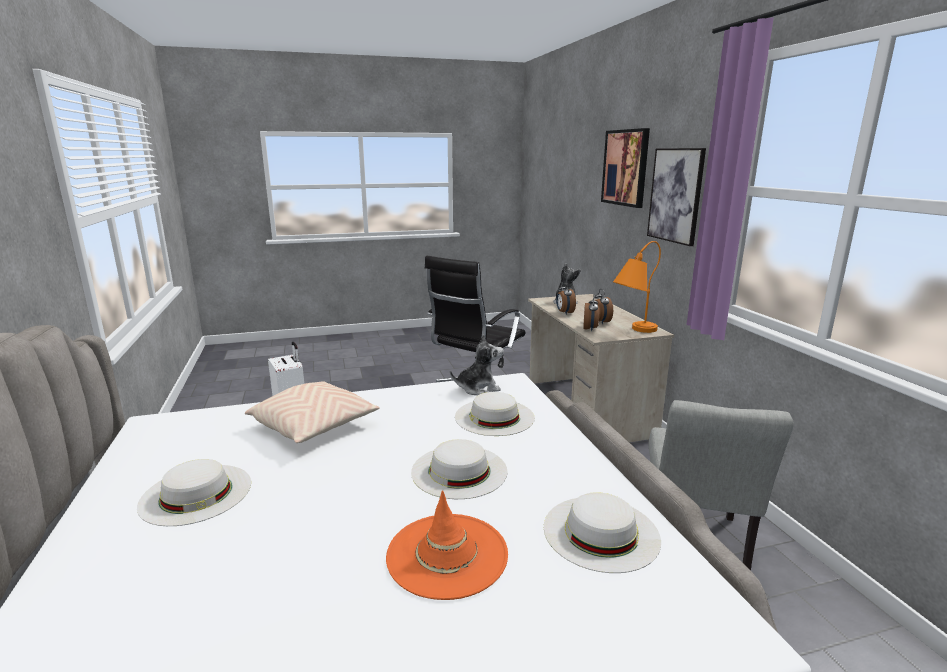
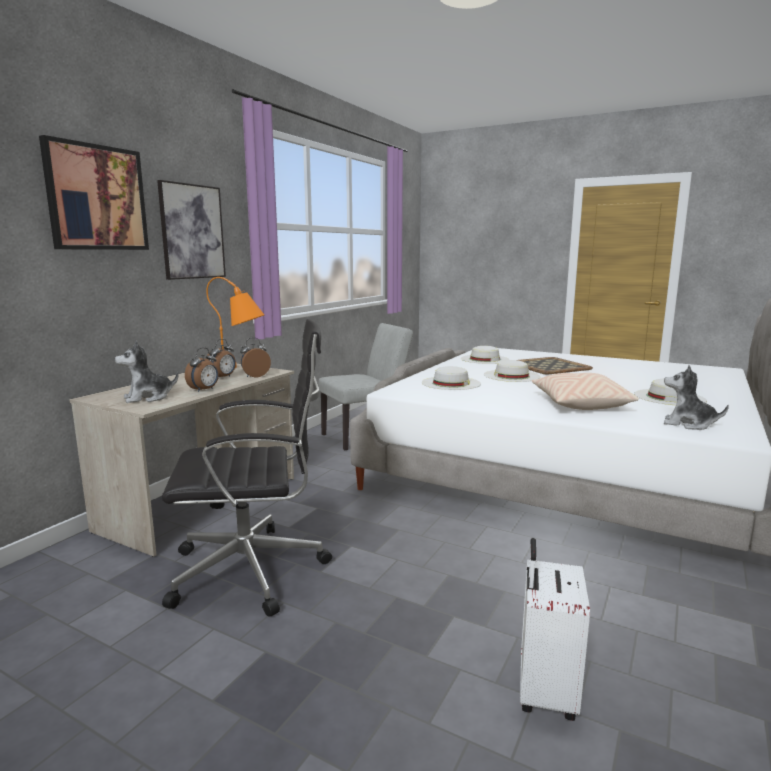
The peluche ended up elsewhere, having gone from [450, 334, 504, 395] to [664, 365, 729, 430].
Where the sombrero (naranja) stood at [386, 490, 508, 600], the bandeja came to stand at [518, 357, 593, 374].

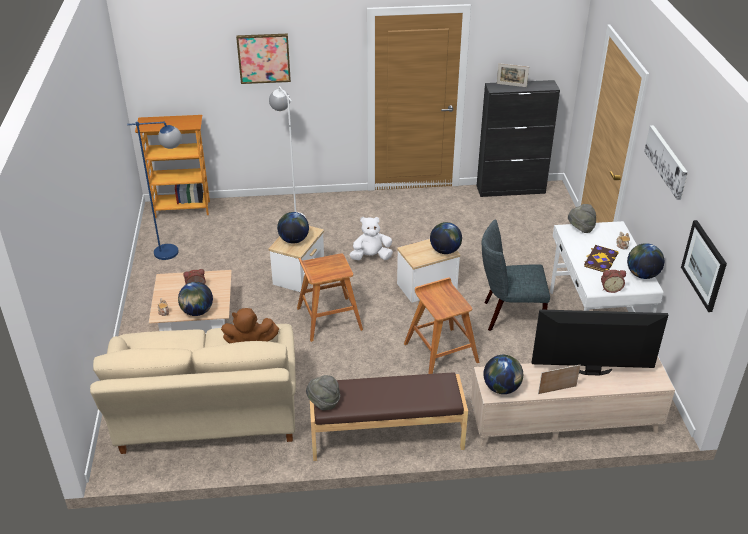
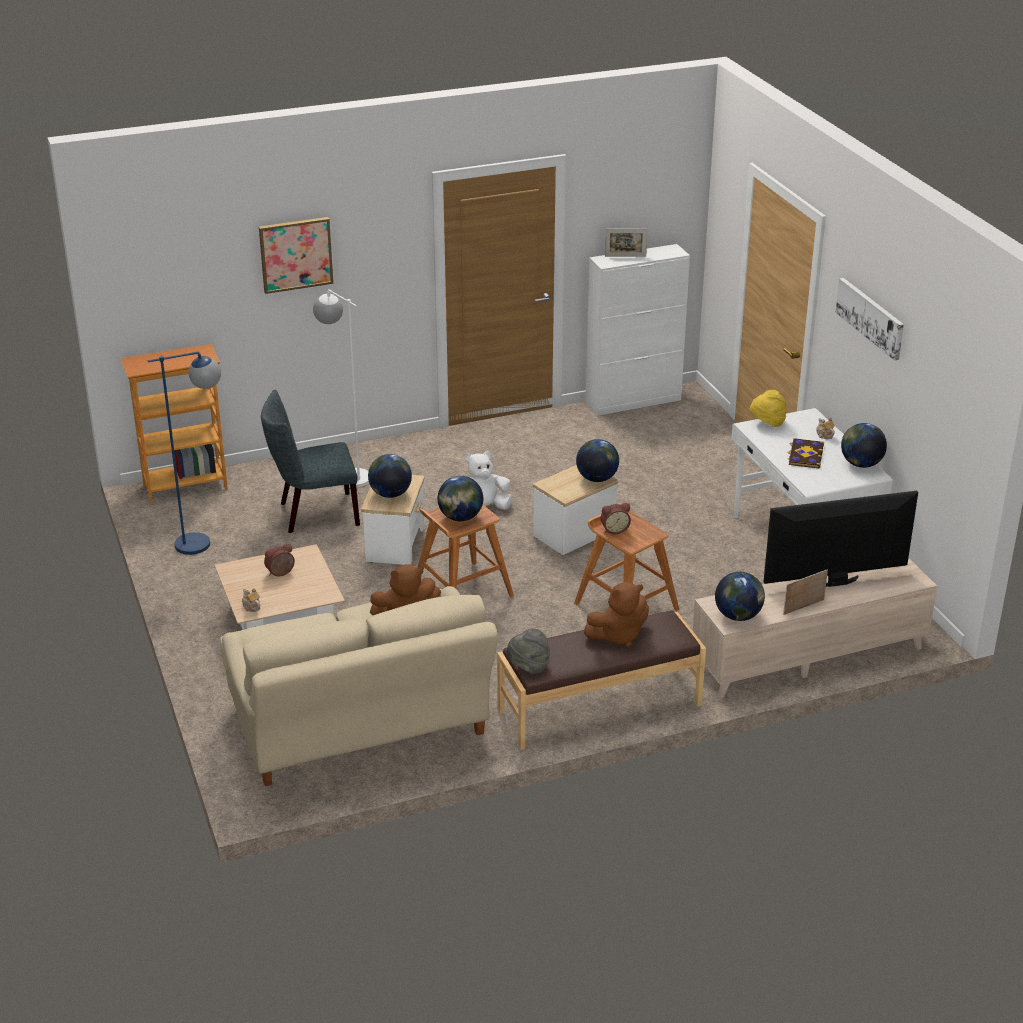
What was the armario (negro) at [477, 80, 560, 197] turned into the armario (blanco) at [585, 244, 690, 416].
What was the sombrero (gris) at [568, 204, 596, 233] turned into the sombrero (amarillo) at [750, 390, 786, 427].
The silla (gris) ended up elsewhere, having gone from [482, 220, 550, 331] to [261, 390, 360, 533].
The second view lost the cuadro at [681, 220, 727, 312].
The despertador ended up elsewhere, having gone from [601, 270, 626, 293] to [601, 503, 631, 534].
The globo terráqueo ended up elsewhere, having gone from [178, 282, 213, 316] to [438, 476, 483, 521].
The second view gained the peluche (marrón) at [584, 582, 649, 647].

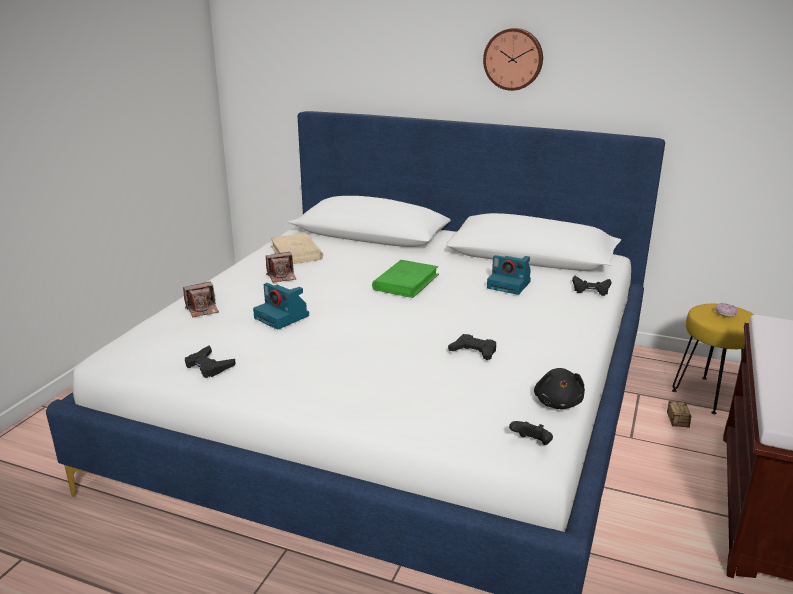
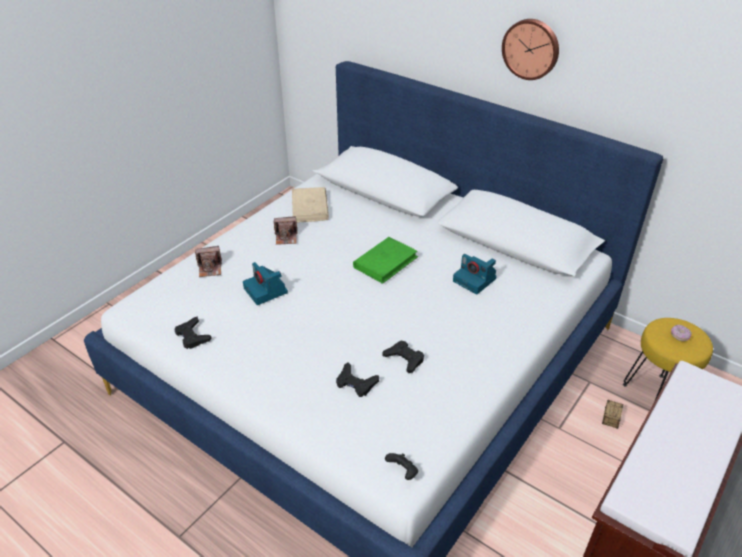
The mando de consola (negro) ended up elsewhere, having gone from [572, 276, 612, 296] to [336, 363, 379, 397].
The second view lost the peluche (negro) at [534, 368, 585, 409].

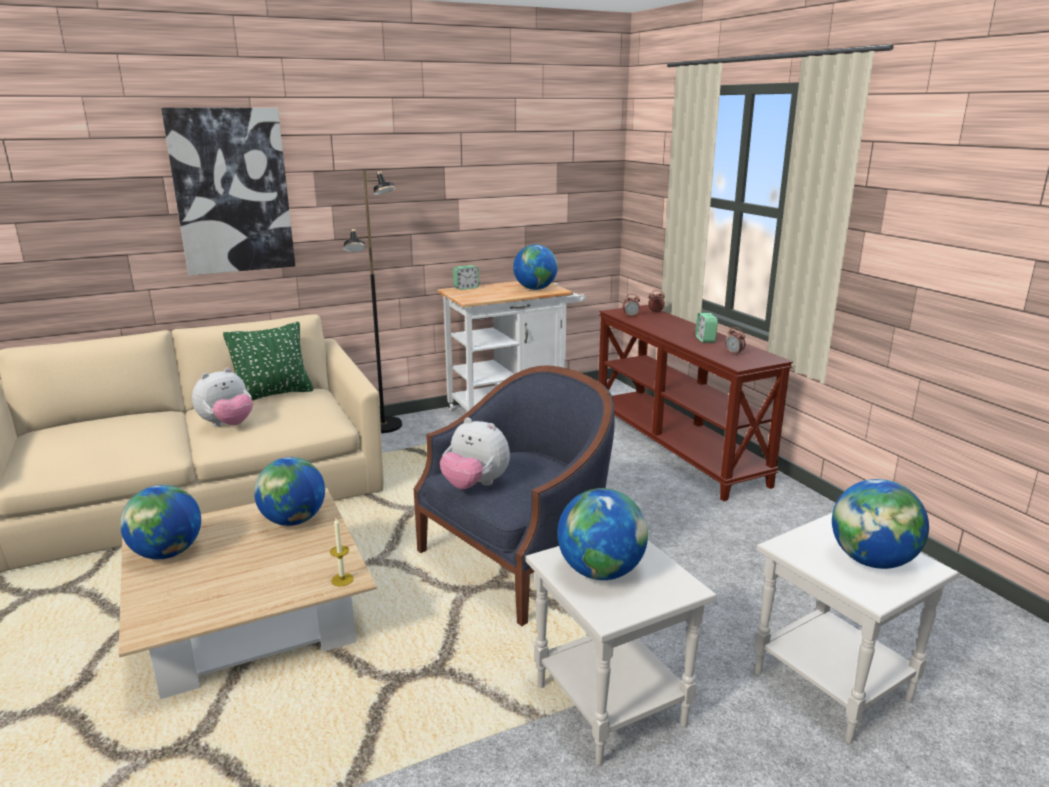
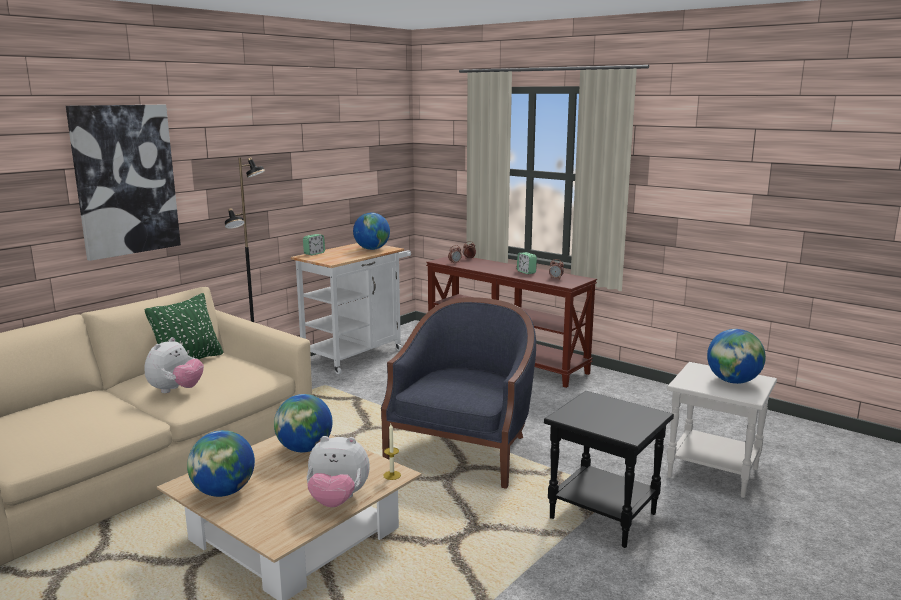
The peluche ended up elsewhere, having gone from [440, 417, 510, 489] to [307, 436, 370, 507].
The second view lost the globo terráqueo at [557, 488, 648, 580].
What was the mesa auxiliar (blanco) at [525, 541, 717, 766] turned into the mesa auxiliar (negro) at [544, 391, 674, 548].

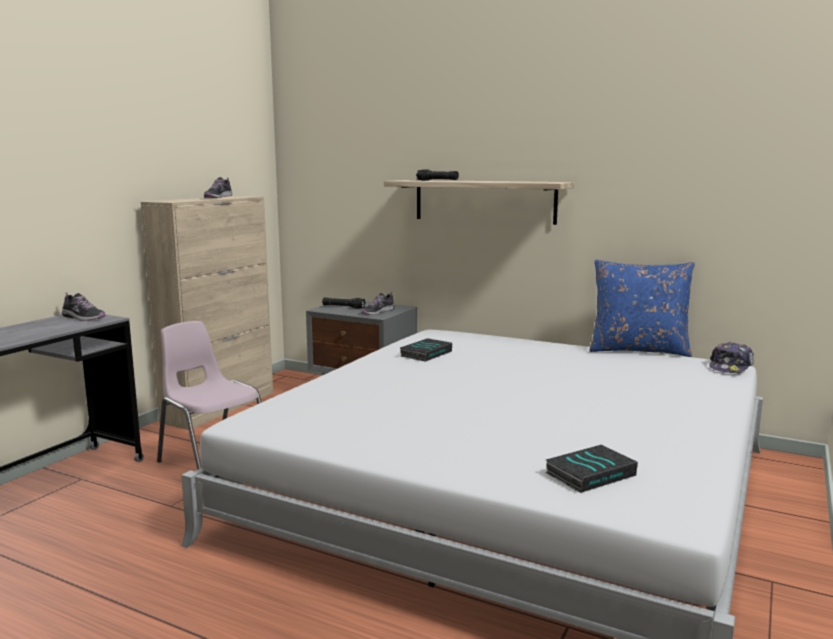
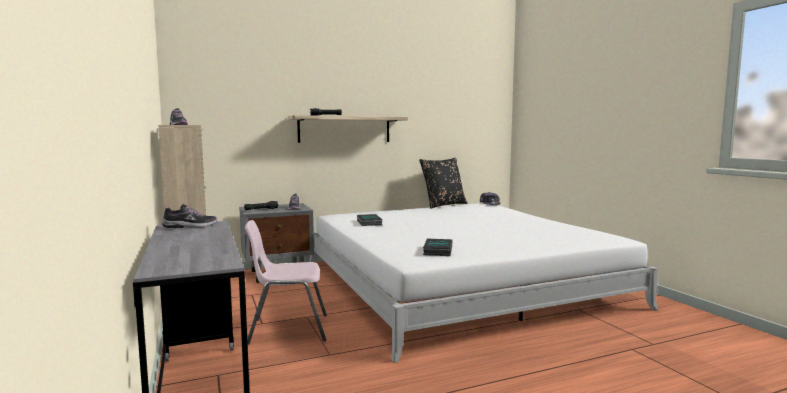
What was the cojín (azul) at [589, 260, 695, 357] turned into the cojín (negro) at [419, 157, 467, 209].
The libro ended up elsewhere, having gone from [545, 444, 638, 493] to [423, 239, 453, 256].

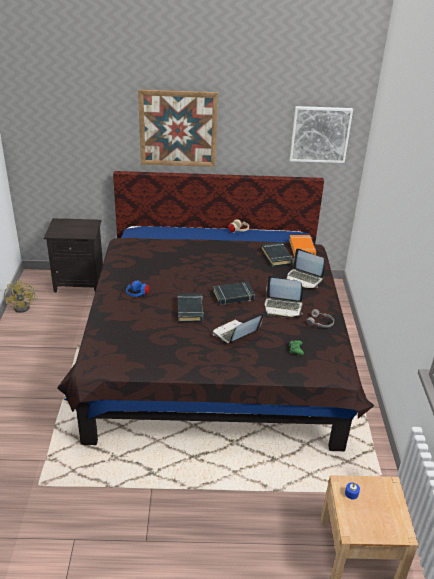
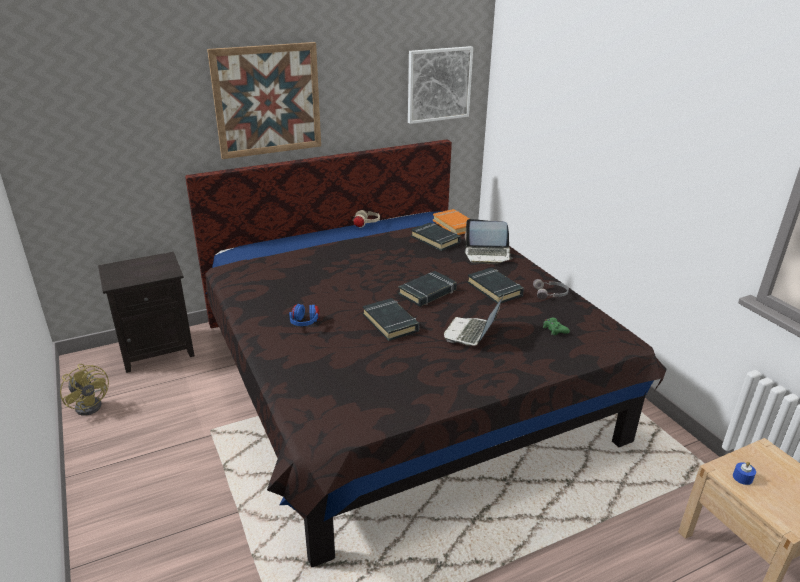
Where the portátil stood at [264, 276, 303, 318], the libro (negro) came to stand at [467, 268, 524, 304].

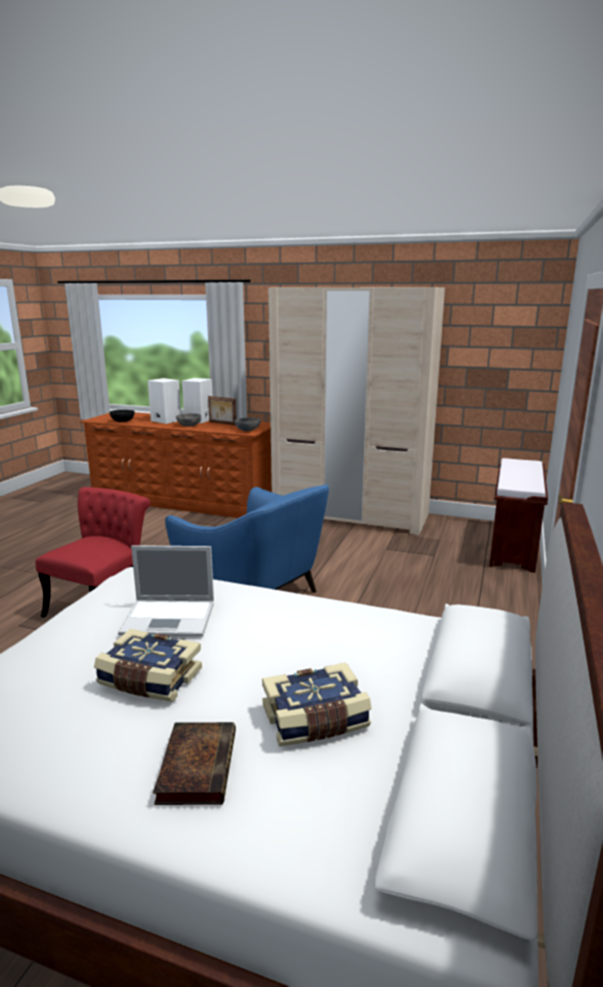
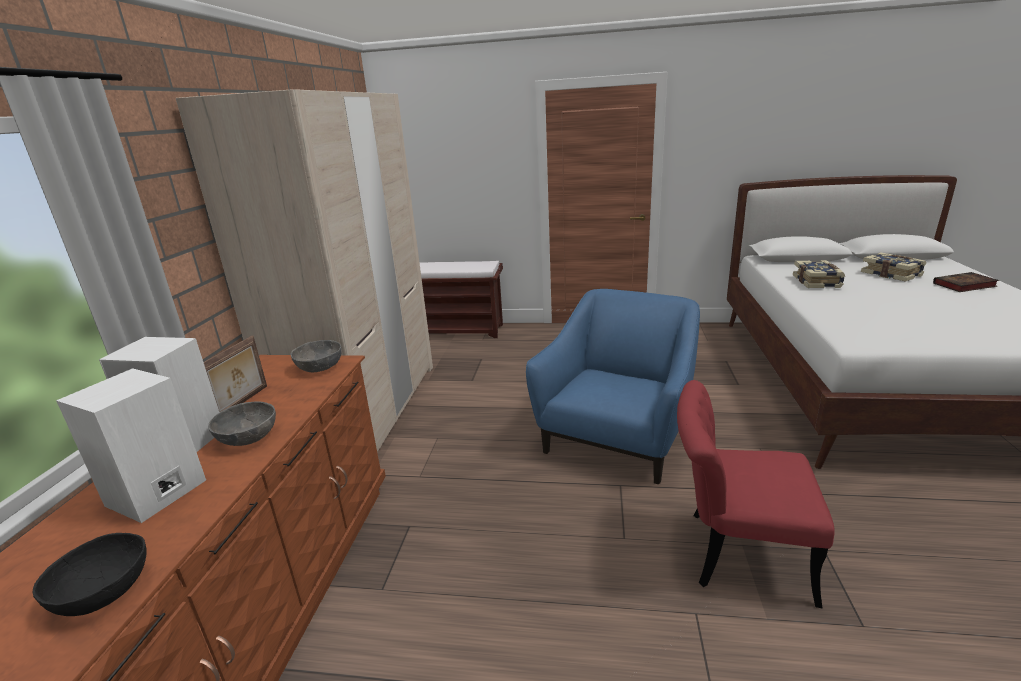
The second view lost the portátil at [118, 545, 214, 636].
The libro ended up elsewhere, having gone from [94, 629, 202, 702] to [793, 260, 845, 288].

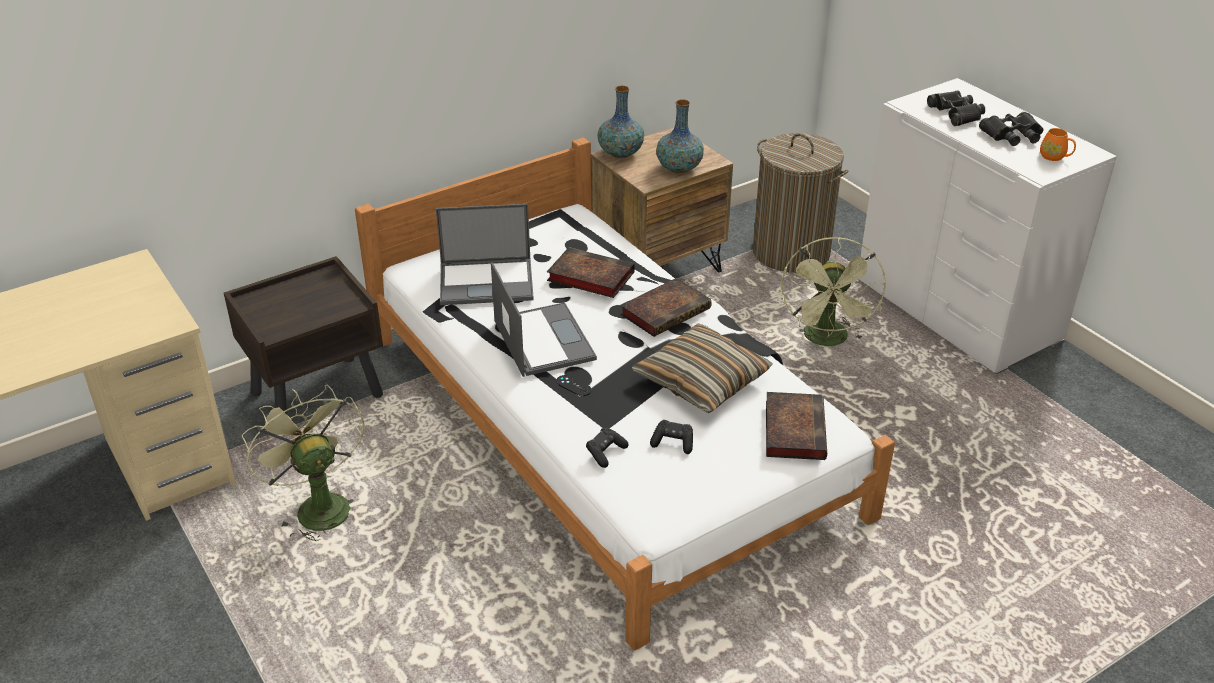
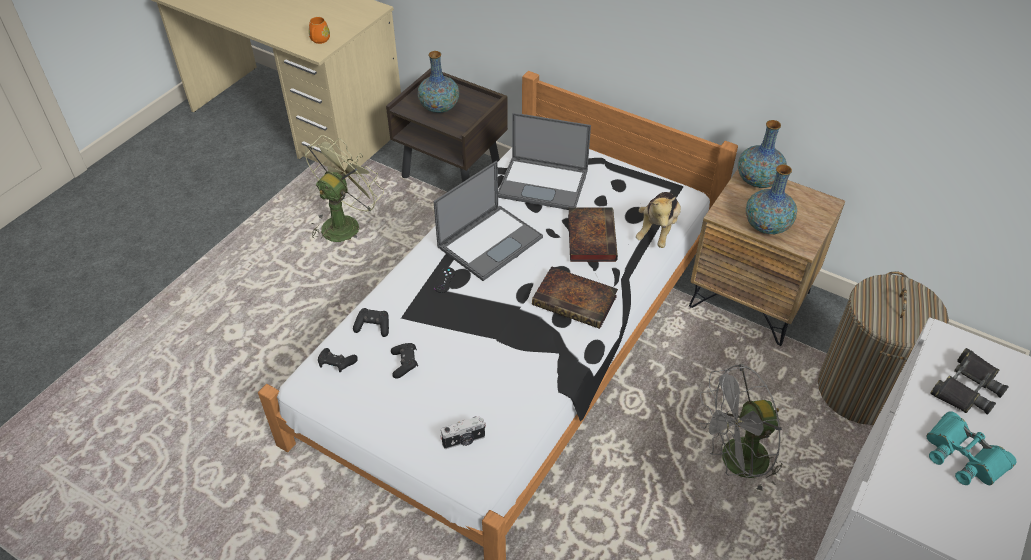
What was the prismáticos (negro) at [979, 112, 1043, 146] turned into the prismáticos (turquesa) at [926, 411, 1017, 485].
The taza grande (naranja) ended up elsewhere, having gone from [1040, 128, 1076, 161] to [309, 17, 330, 44].
The portátil at [436, 204, 534, 305] ended up facing another way, 45 degrees counterclockwise from before.
What was the ventilador (verde) at [781, 237, 886, 346] turned into the ventilador (gris) at [700, 364, 782, 494].
The second view lost the cojín at [632, 323, 773, 413].
Where the libro stood at [766, 392, 827, 460], the cámara came to stand at [440, 416, 486, 449].
The second view gained the florero at [418, 51, 459, 113].
The second view gained the peluche at [636, 192, 681, 248].
The second view gained the mando de consola (negro) at [318, 348, 358, 372].

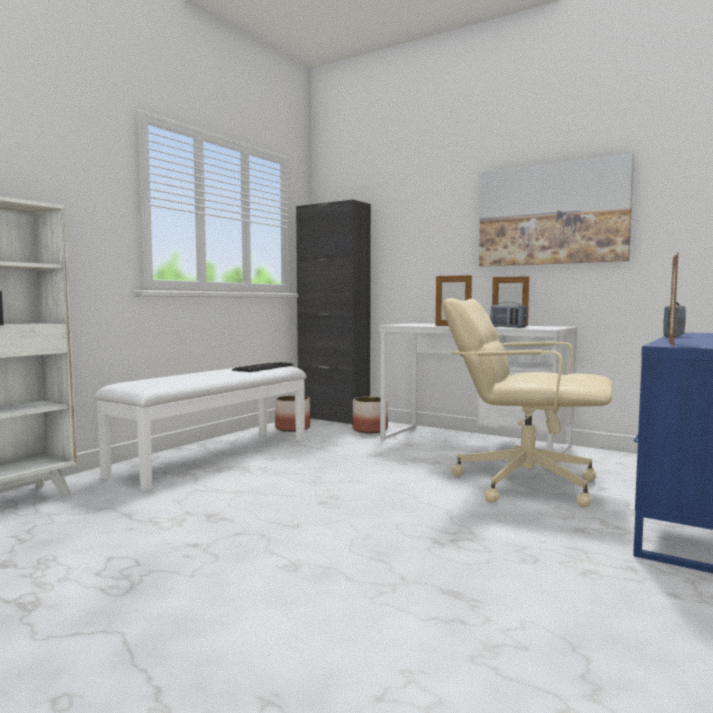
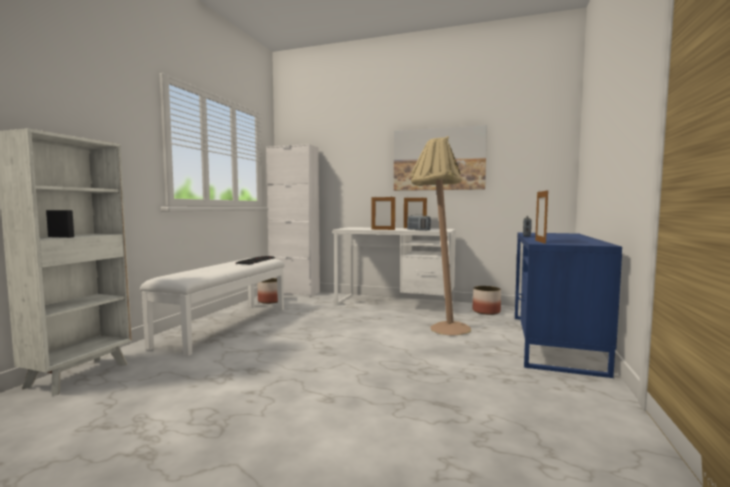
What was the armario (negro) at [296, 200, 371, 425] turned into the armario (blanco) at [266, 144, 320, 296].
Where the silla de oficina (beis) stood at [443, 298, 613, 507], the lámpara de pie (beis) came to stand at [411, 136, 471, 335].
The maceta ended up elsewhere, having gone from [353, 397, 388, 433] to [473, 286, 501, 315].

